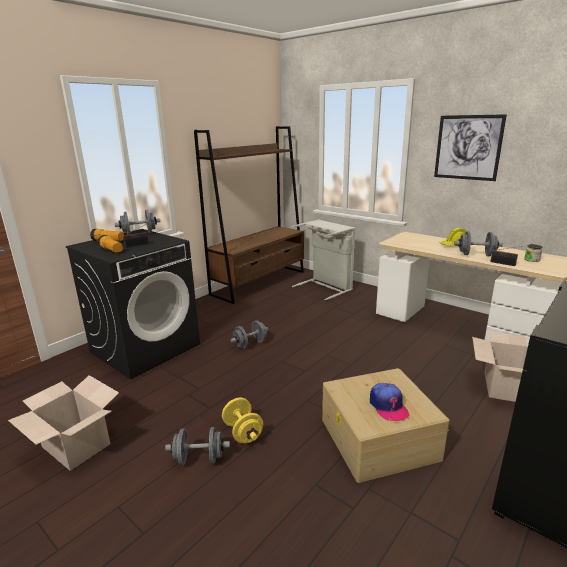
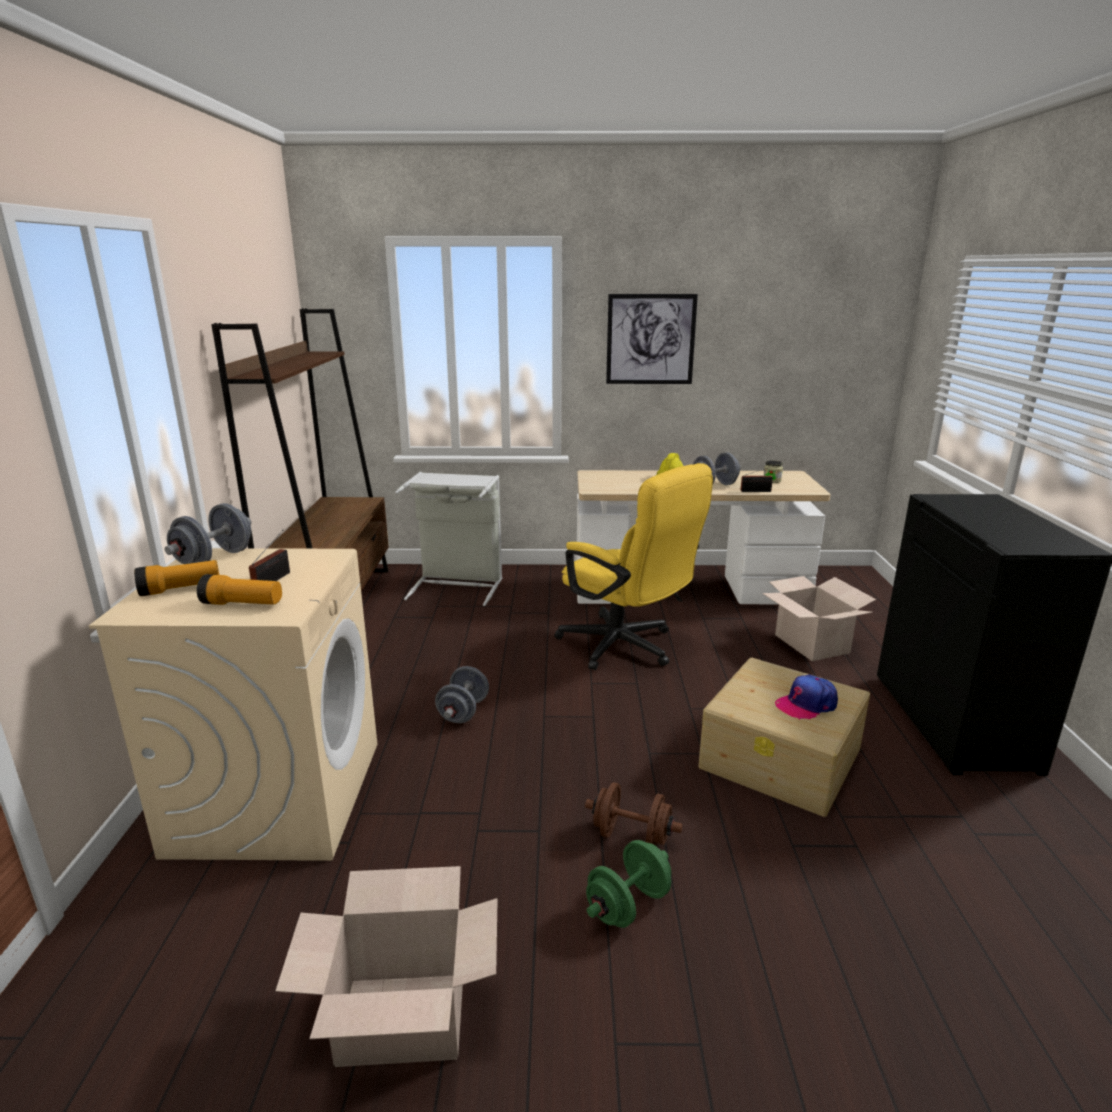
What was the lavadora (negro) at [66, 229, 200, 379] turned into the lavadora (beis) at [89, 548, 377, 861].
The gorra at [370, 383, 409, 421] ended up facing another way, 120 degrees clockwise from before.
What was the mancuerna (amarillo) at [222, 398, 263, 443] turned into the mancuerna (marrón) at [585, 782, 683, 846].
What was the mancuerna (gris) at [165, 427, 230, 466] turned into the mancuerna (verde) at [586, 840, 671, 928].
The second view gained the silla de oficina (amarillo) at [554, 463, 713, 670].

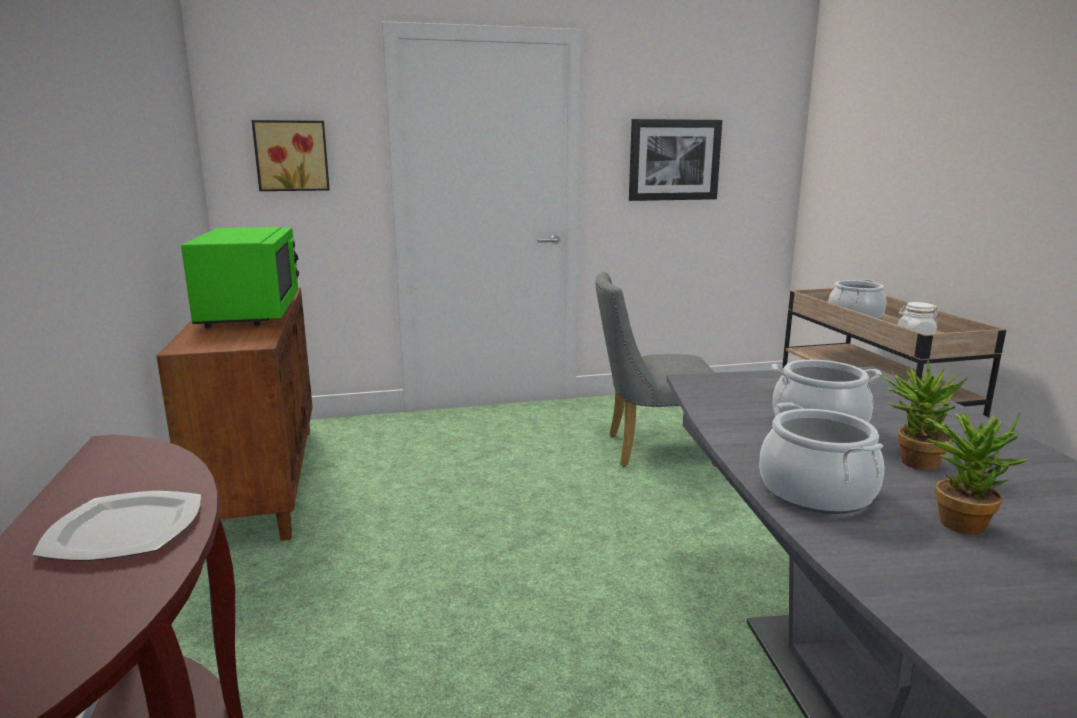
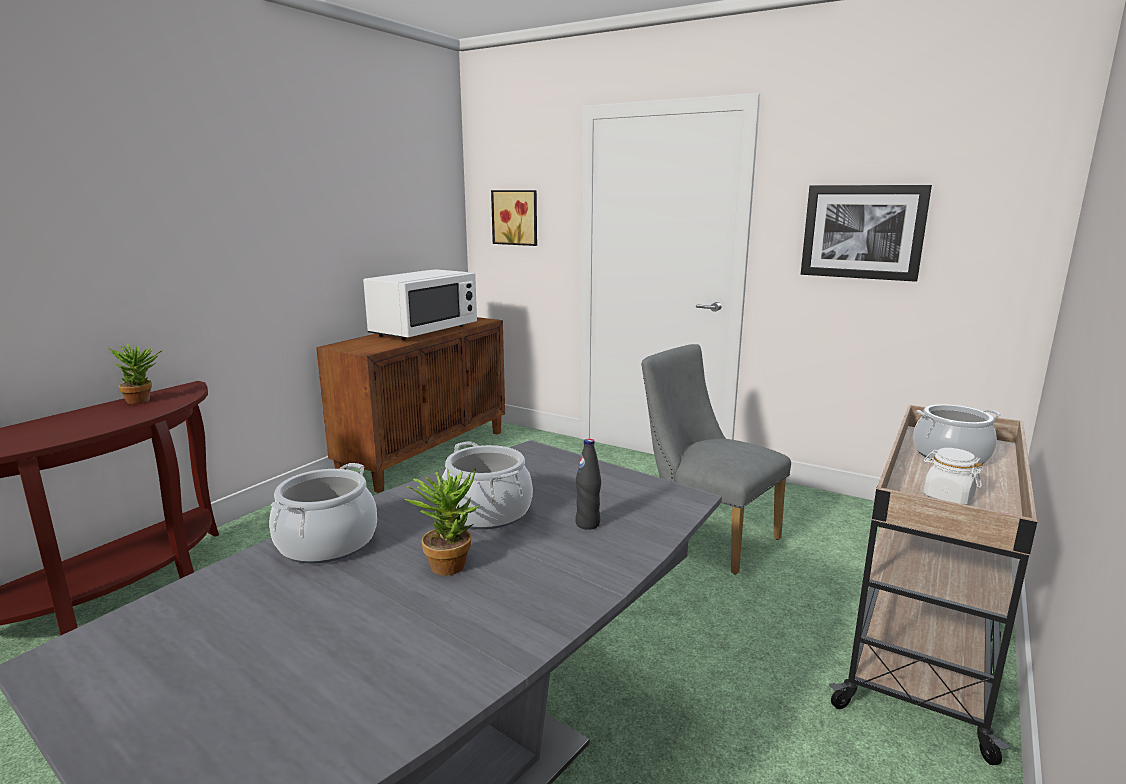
What was the microondas (verde) at [181, 227, 299, 328] turned into the microondas (blanco) at [363, 269, 477, 341].
The planta en maceta ended up elsewhere, having gone from [925, 412, 1029, 535] to [108, 344, 163, 404].
The second view lost the plato at [33, 491, 201, 561].
The second view gained the botella (negro) at [576, 439, 601, 530].

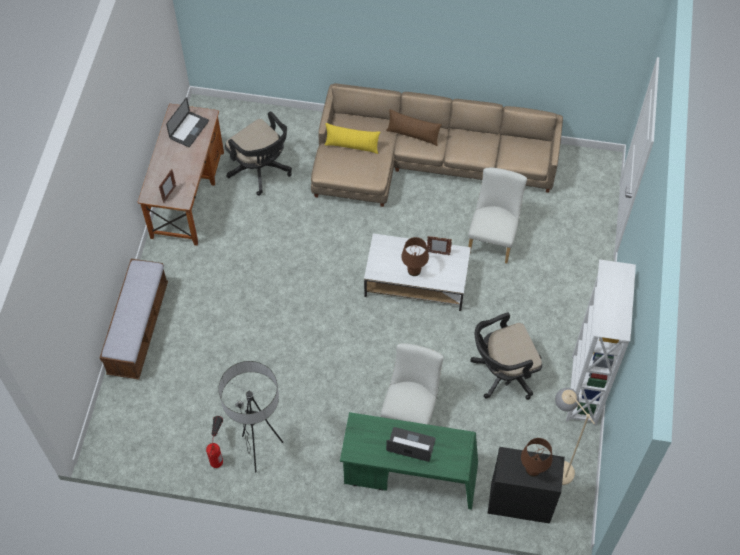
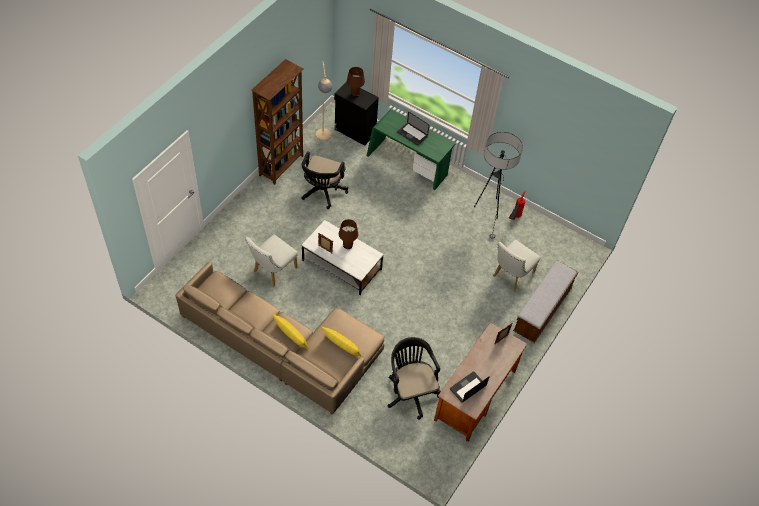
What was the cojín (marrón) at [386, 109, 442, 146] turned into the cojín (amarillo) at [272, 314, 309, 349].
What was the estantería (blanco) at [566, 259, 636, 426] turned into the estantería (marrón) at [251, 59, 304, 185].
The silla de oficina (negro) at [470, 312, 542, 400] ended up facing another way, 105 degrees clockwise from before.
The silla (blanco) ended up elsewhere, having gone from [381, 343, 444, 425] to [493, 240, 541, 291].

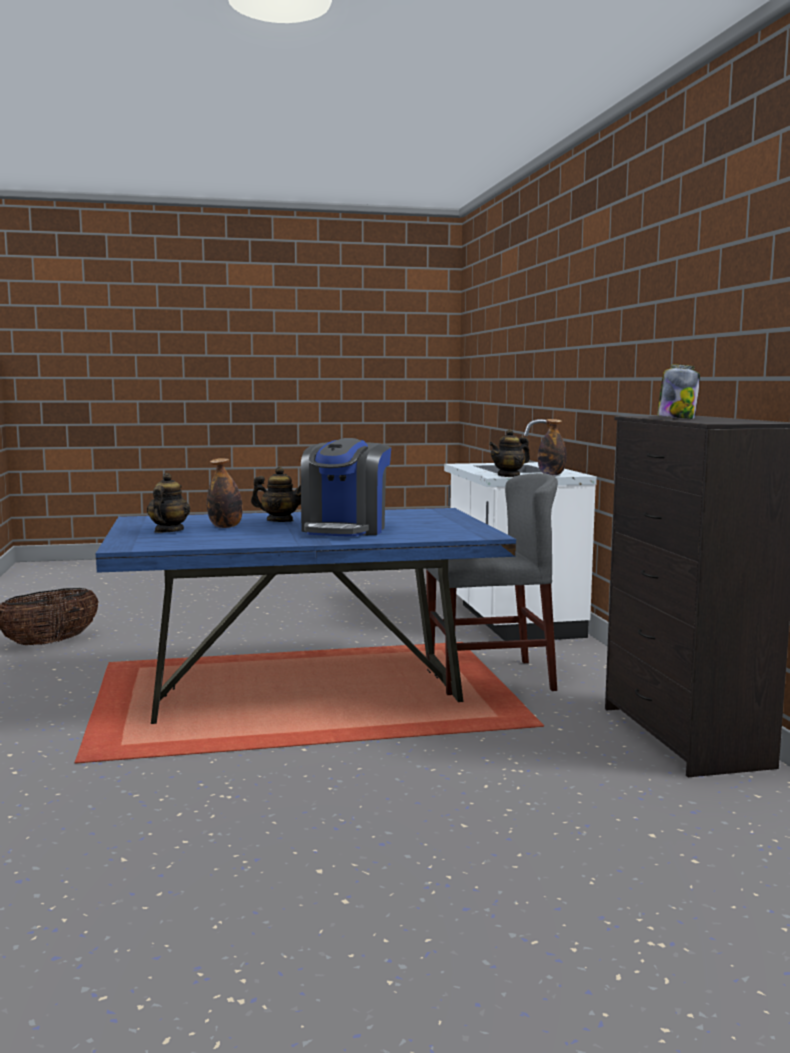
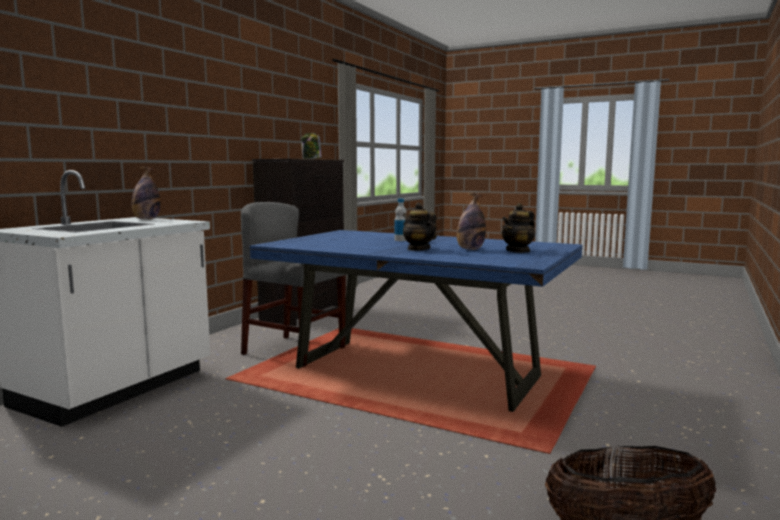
The second view lost the tetera at [489, 429, 530, 477].
Where the cafetera stood at [300, 438, 391, 537], the botella came to stand at [395, 198, 407, 241].

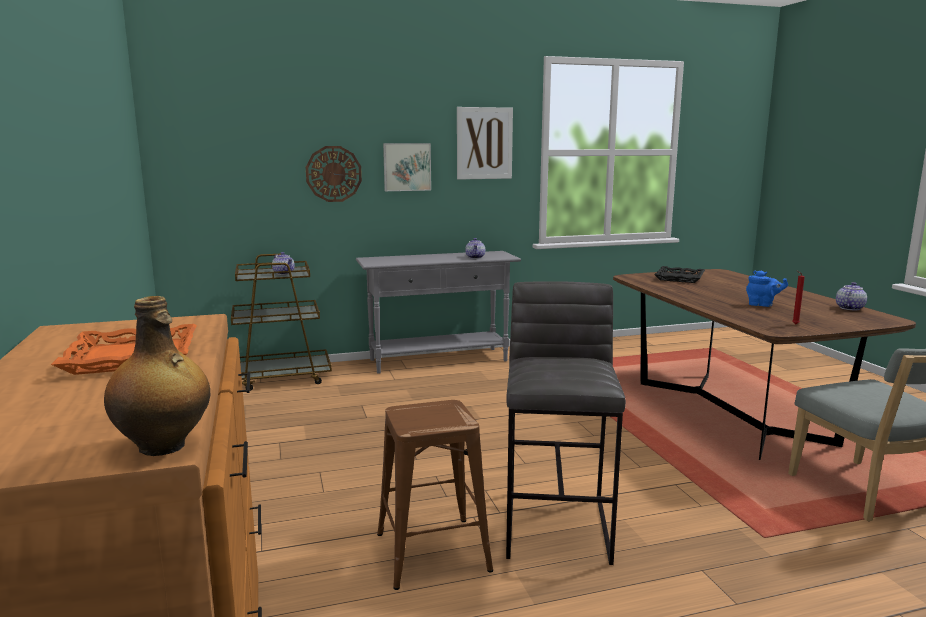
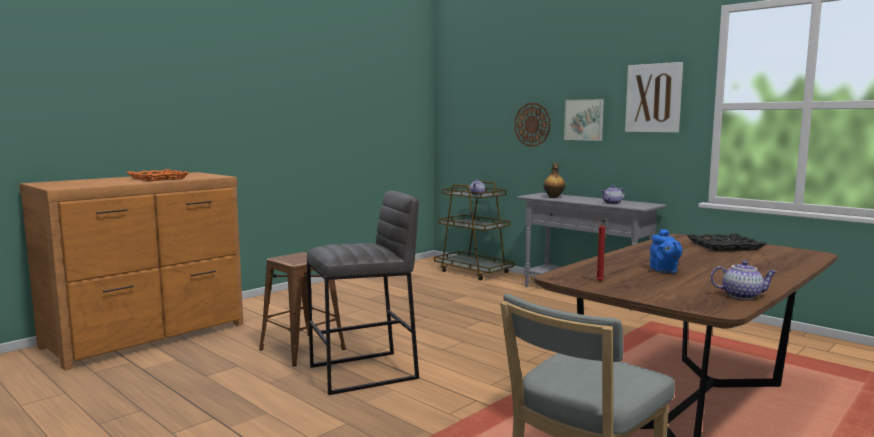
The botella ended up elsewhere, having gone from [104, 296, 210, 456] to [543, 163, 565, 198].

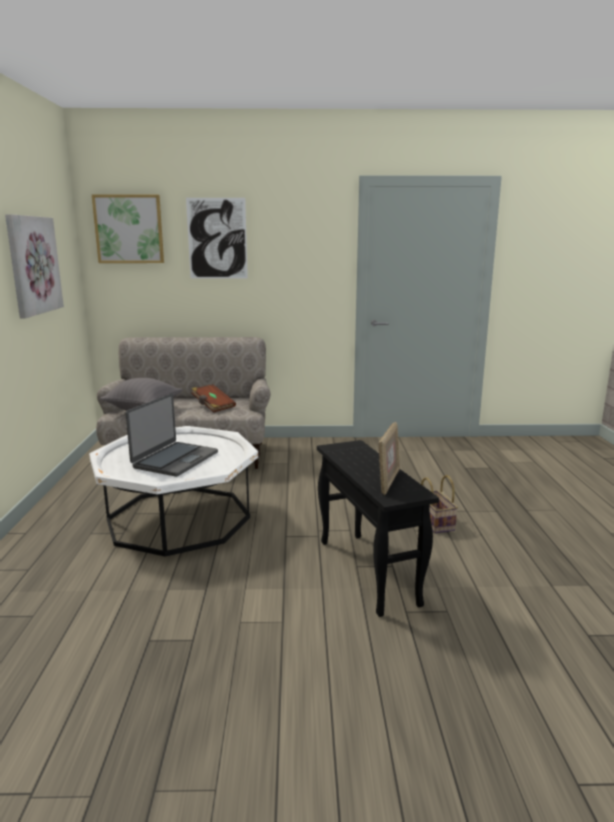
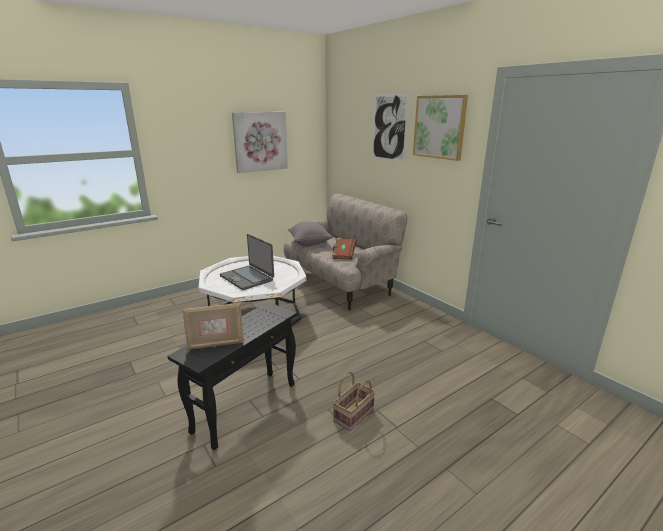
The cuadro ended up elsewhere, having gone from [92, 195, 164, 263] to [413, 95, 468, 161].
The portátil at [126, 393, 218, 477] ended up facing another way, 60 degrees clockwise from before.

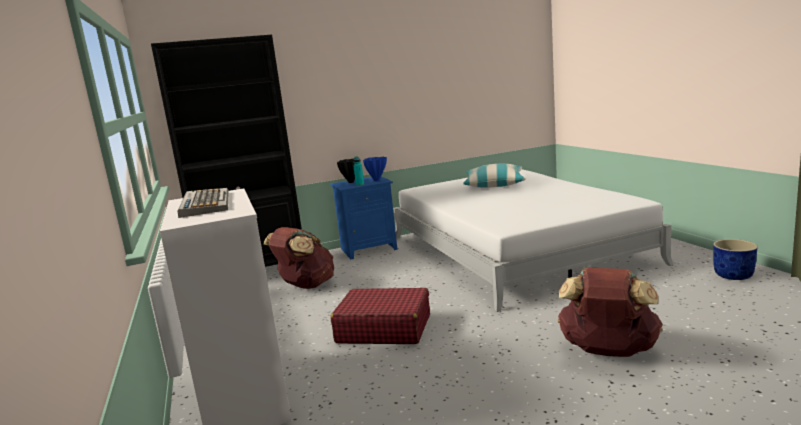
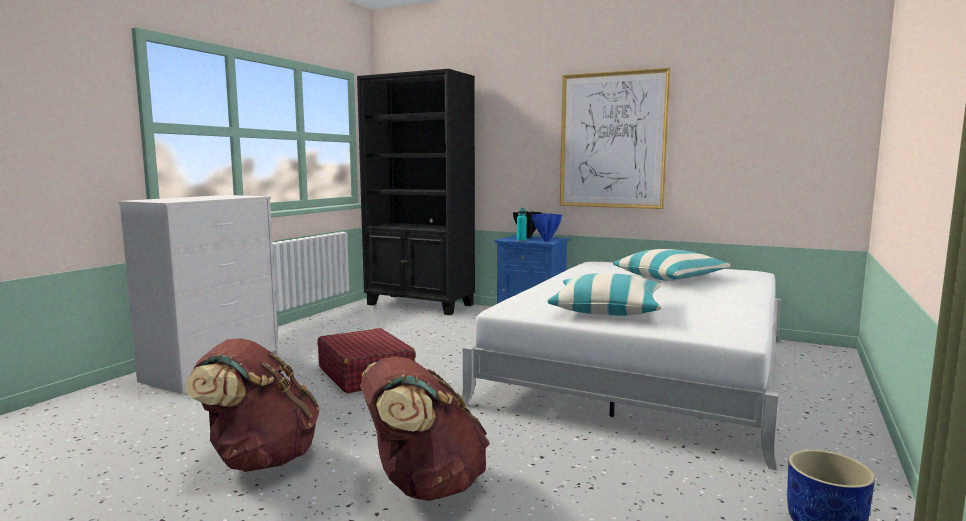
The second view lost the teclado at [178, 188, 228, 218].
The mochila (marrón) ended up elsewhere, having gone from [264, 227, 334, 289] to [185, 338, 319, 472].
The second view gained the cuadro at [560, 68, 671, 209].
The second view gained the cojín at [548, 273, 662, 316].

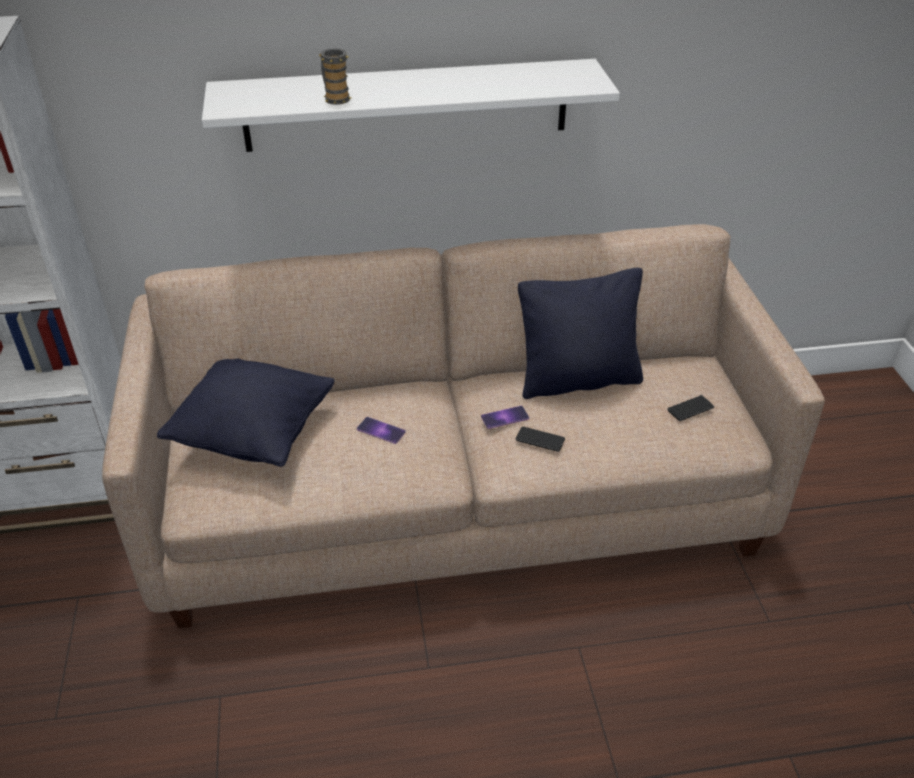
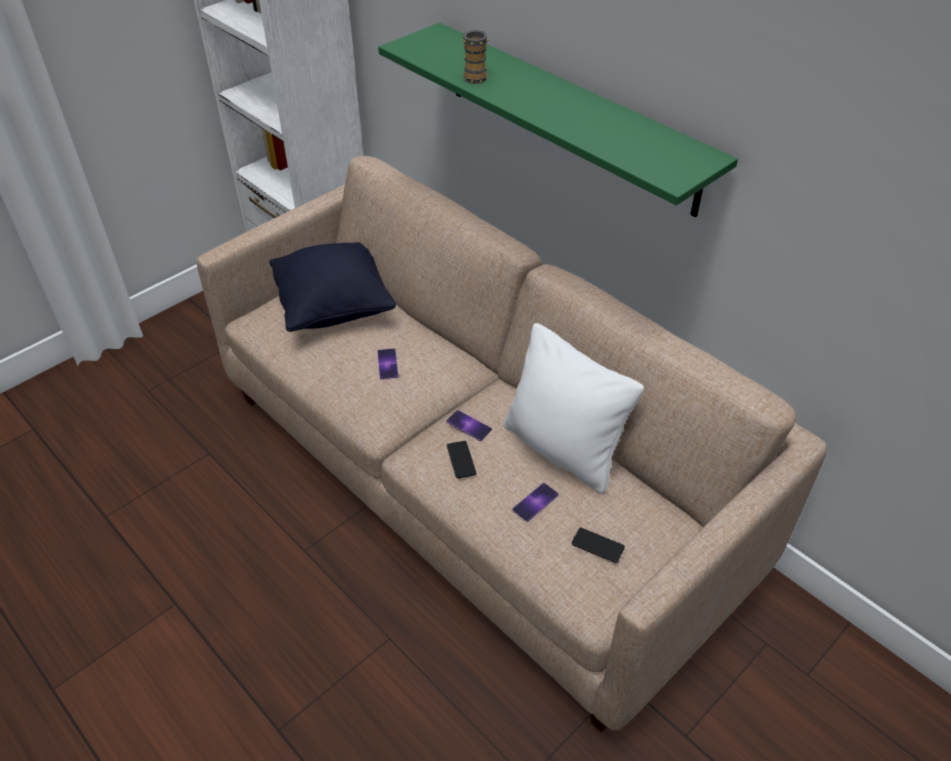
What was the estante (blanco) at [202, 59, 620, 152] turned into the estante (verde) at [378, 23, 738, 217].
What was the cojín (negro) at [518, 268, 643, 399] turned into the cojín (blanco) at [503, 323, 644, 494].
The second view gained the móvil at [512, 483, 559, 522].

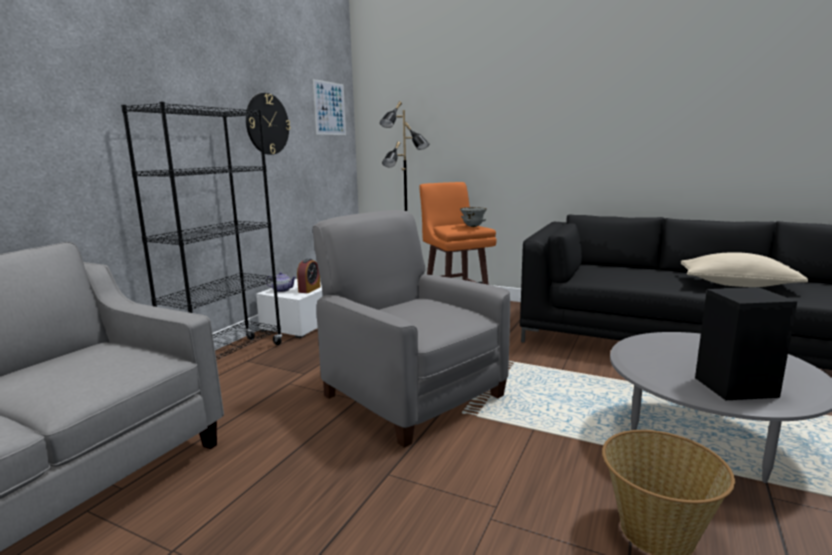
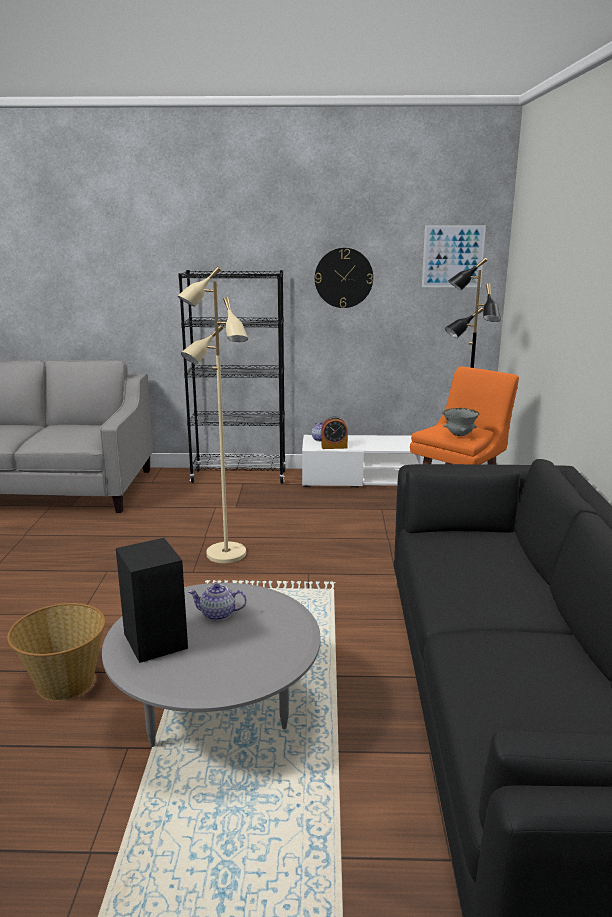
Where the sillón (gris) stood at [313, 210, 510, 448], the lámpara de pie (beis) came to stand at [178, 266, 248, 563].
The second view lost the cojín (beis) at [681, 252, 808, 287].
The second view gained the tetera at [188, 583, 247, 621].

